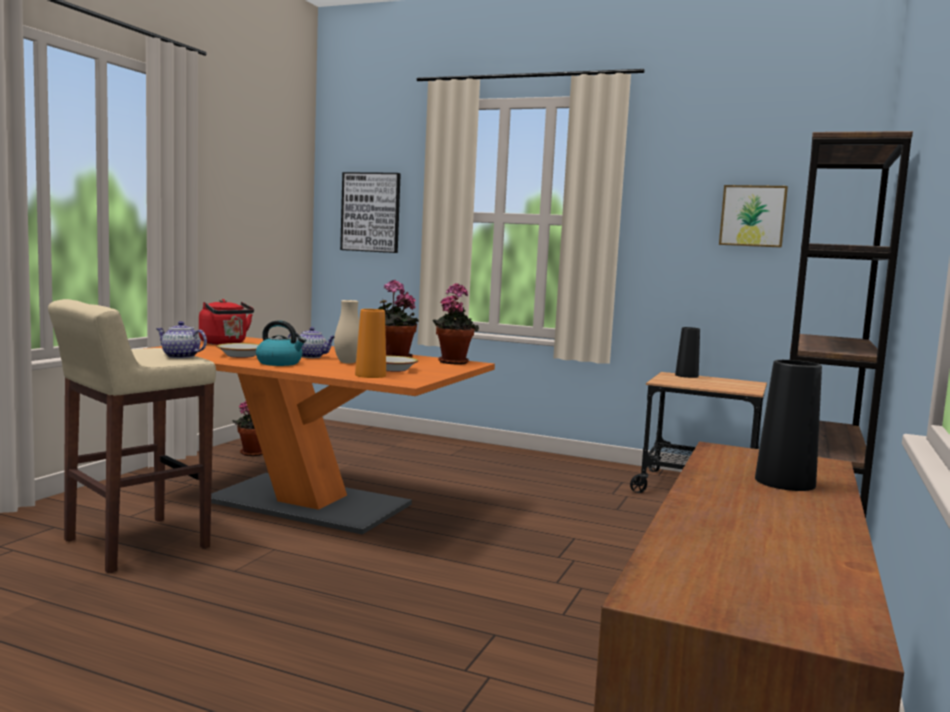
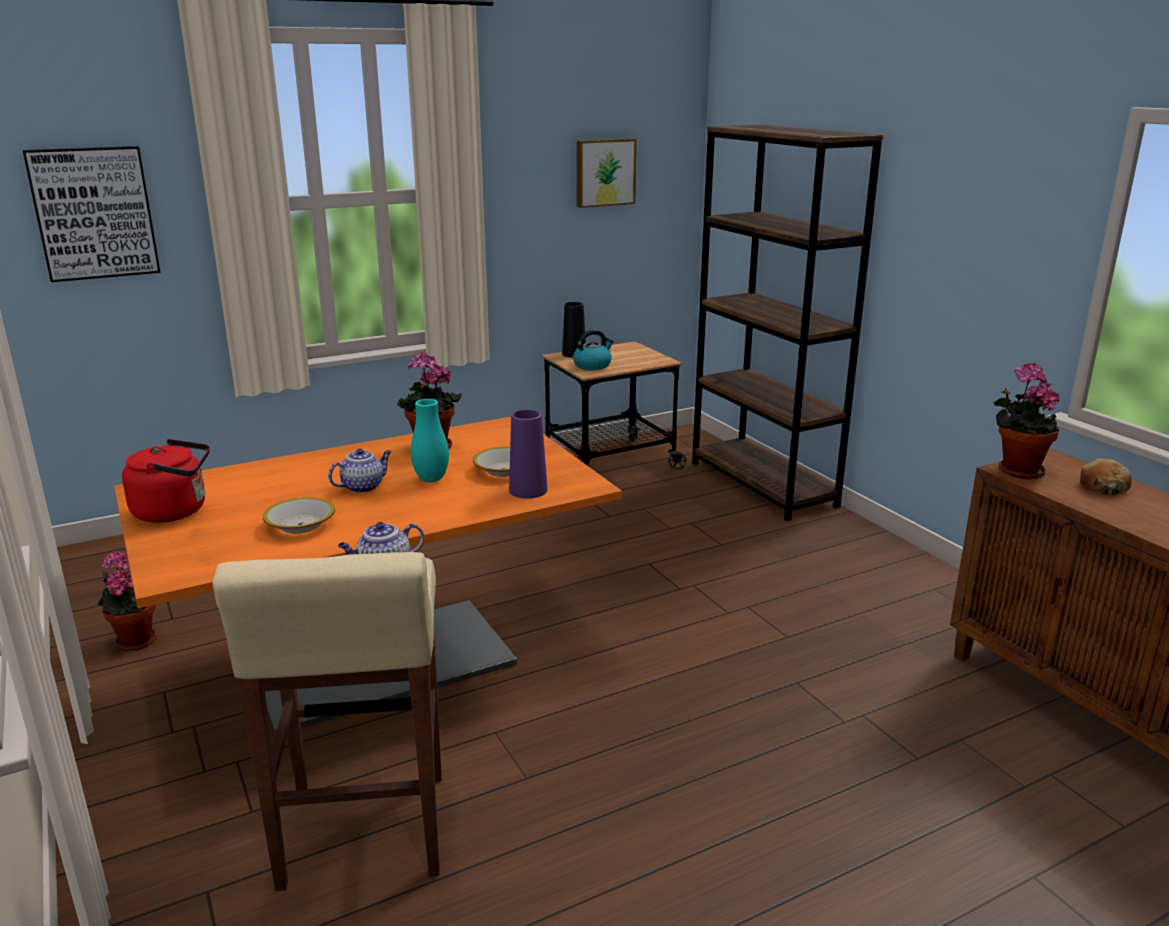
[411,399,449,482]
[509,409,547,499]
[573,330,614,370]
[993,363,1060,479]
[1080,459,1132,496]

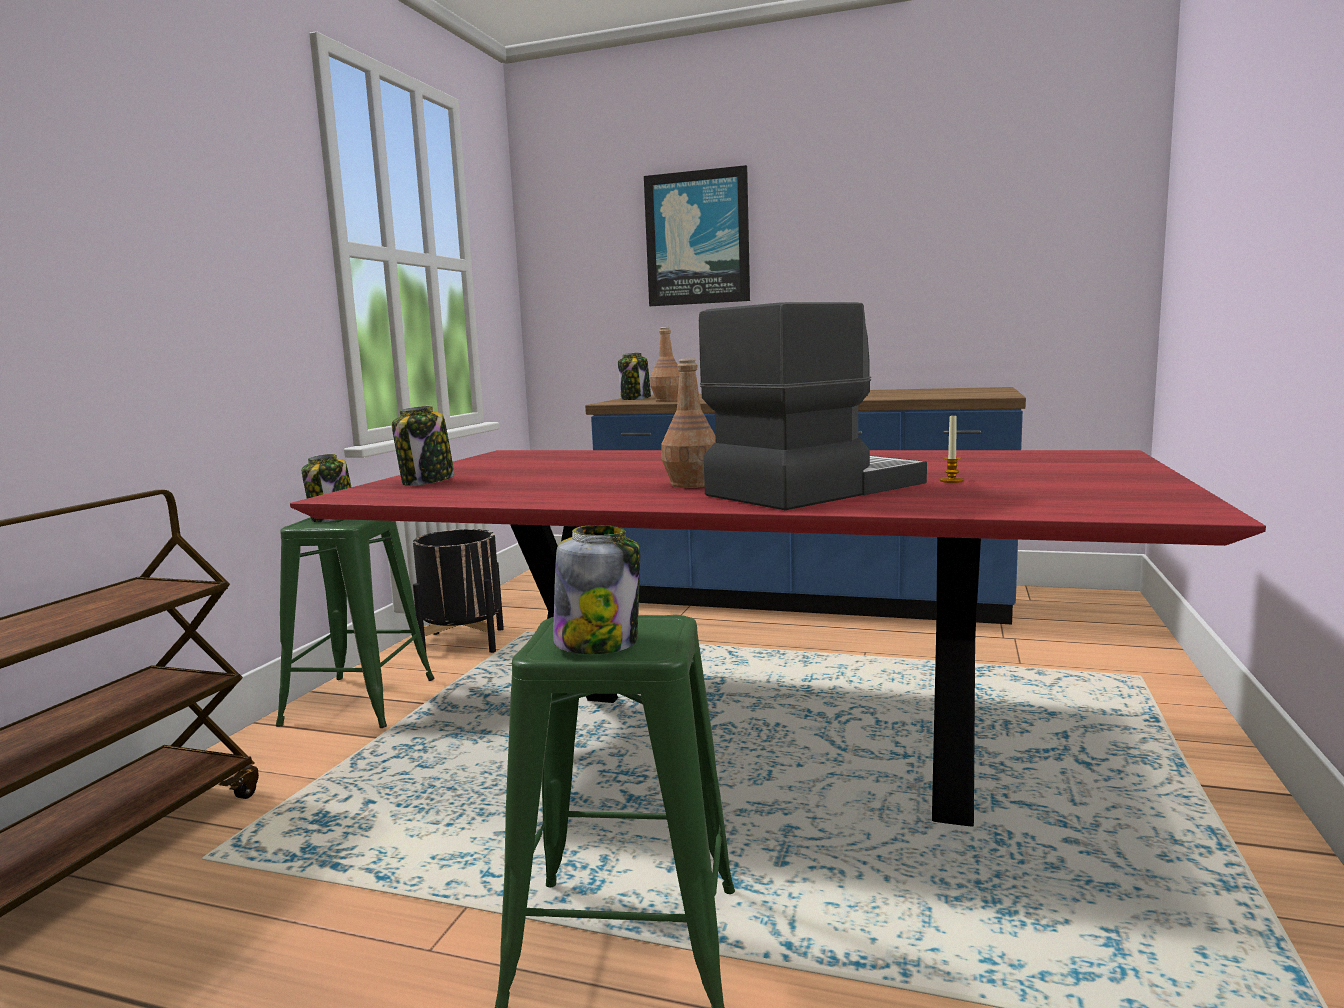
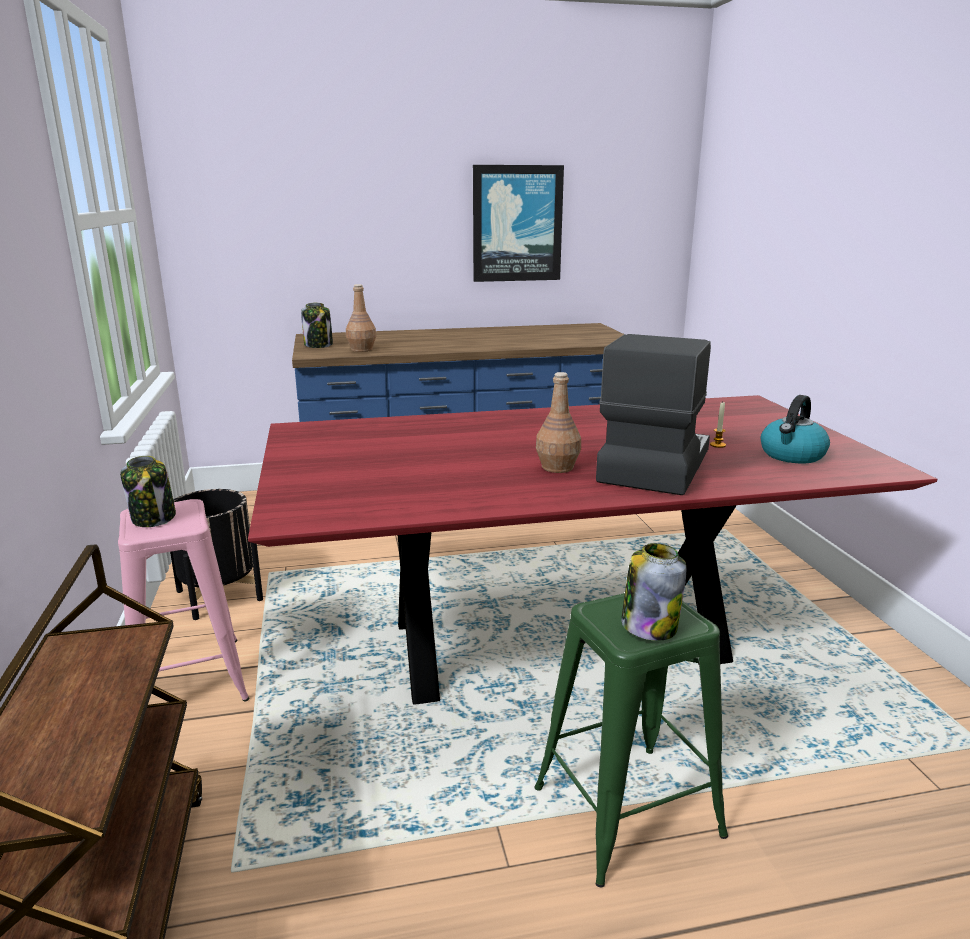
[118,499,249,701]
[473,165,564,282]
[761,395,830,463]
[392,406,454,486] (first image)

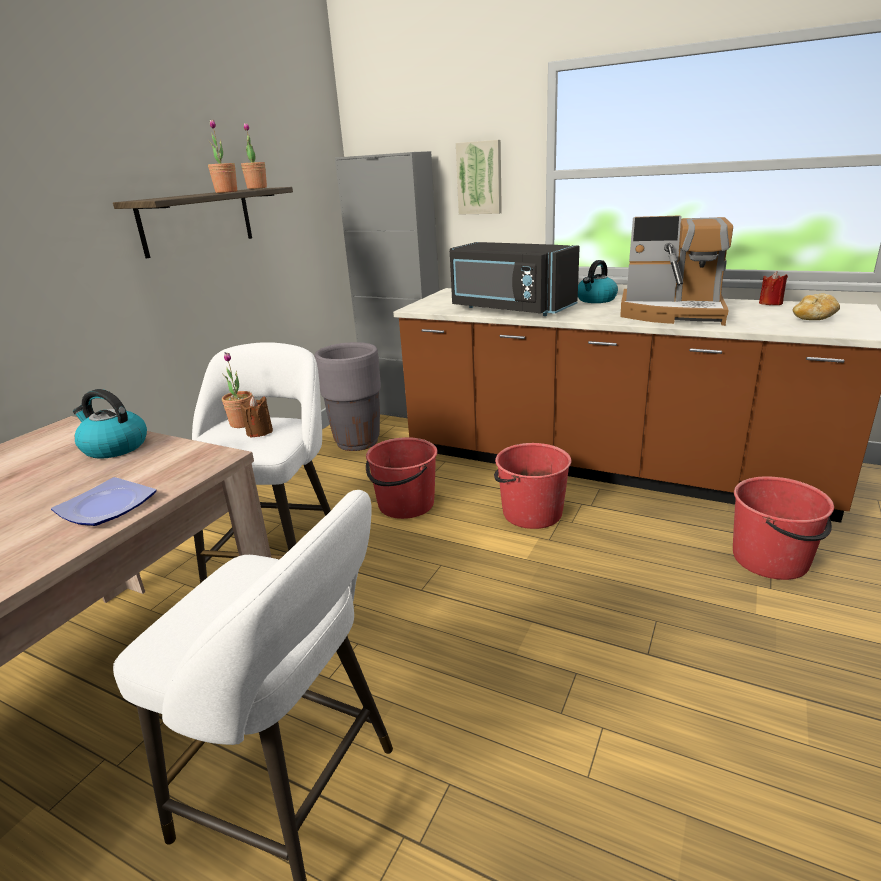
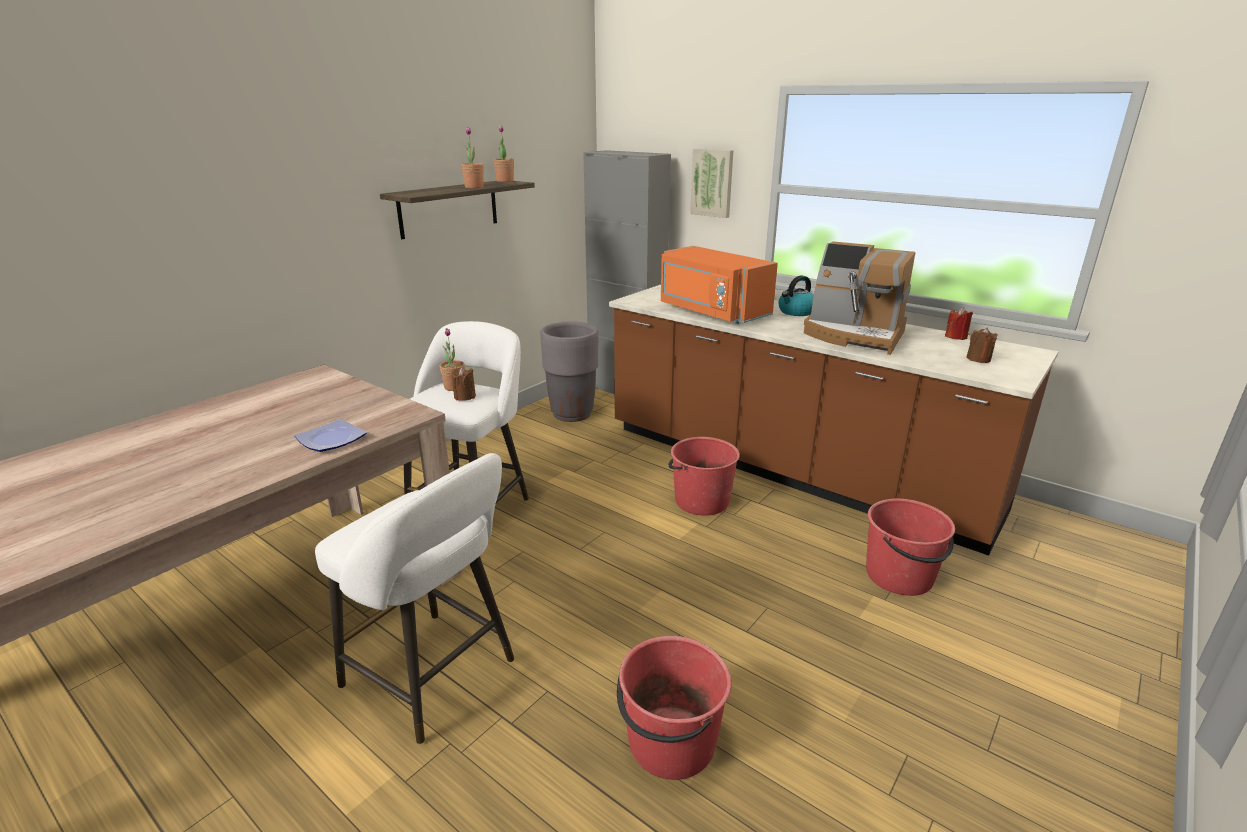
[617,636,732,780]
[661,246,778,324]
[966,328,998,363]
[73,389,147,459] (first image)

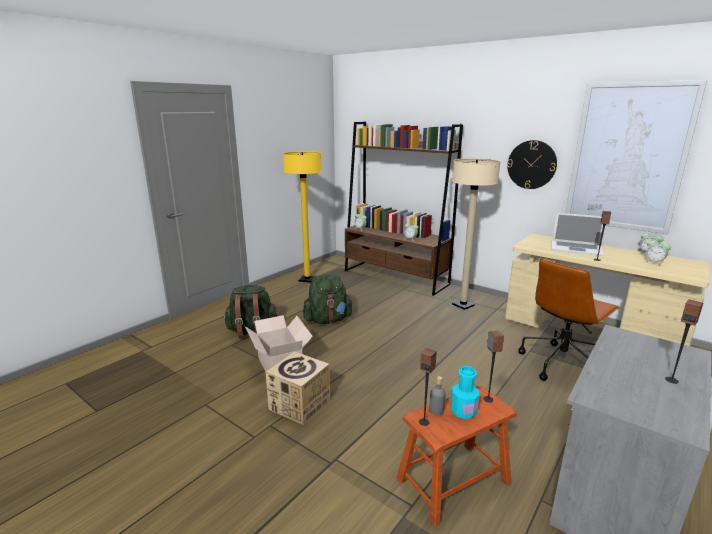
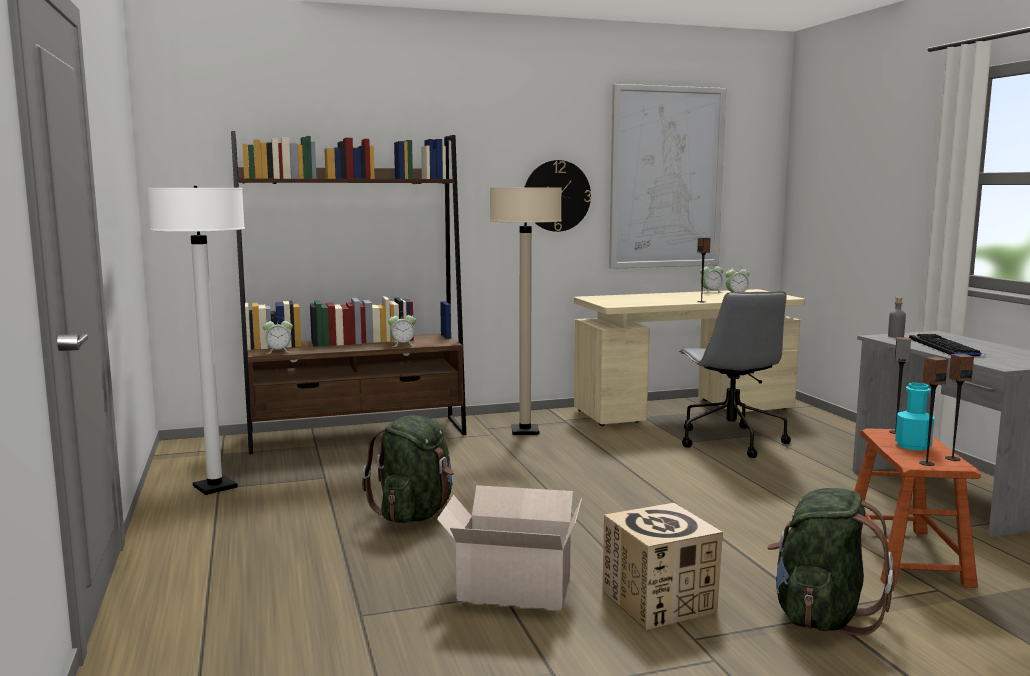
[147,186,245,495]
[679,291,791,458]
[767,488,895,636]
[888,297,906,338]
[909,334,983,356]
[945,354,974,461]
[552,213,604,256] (first image)

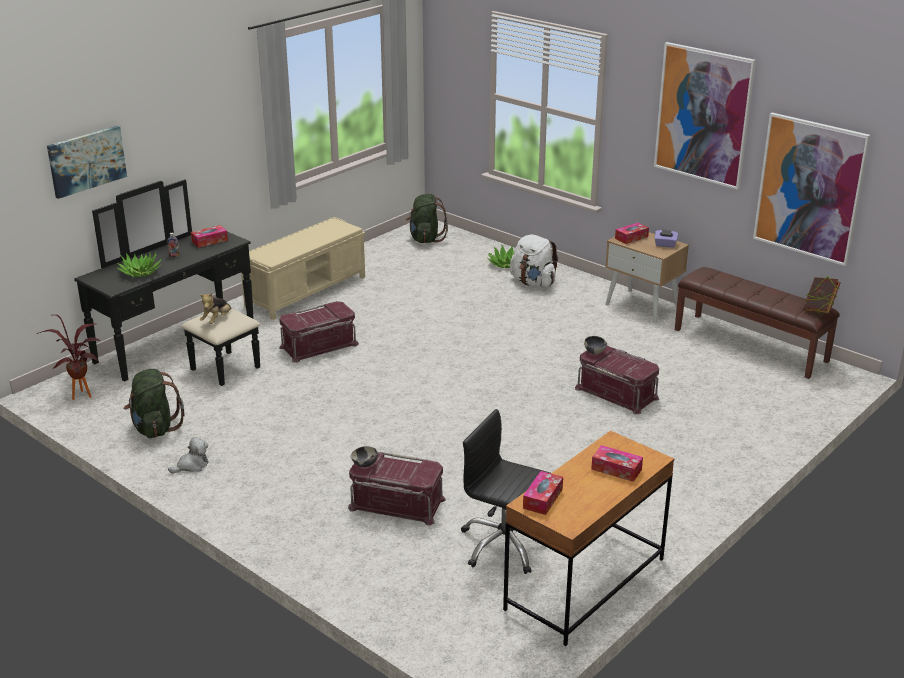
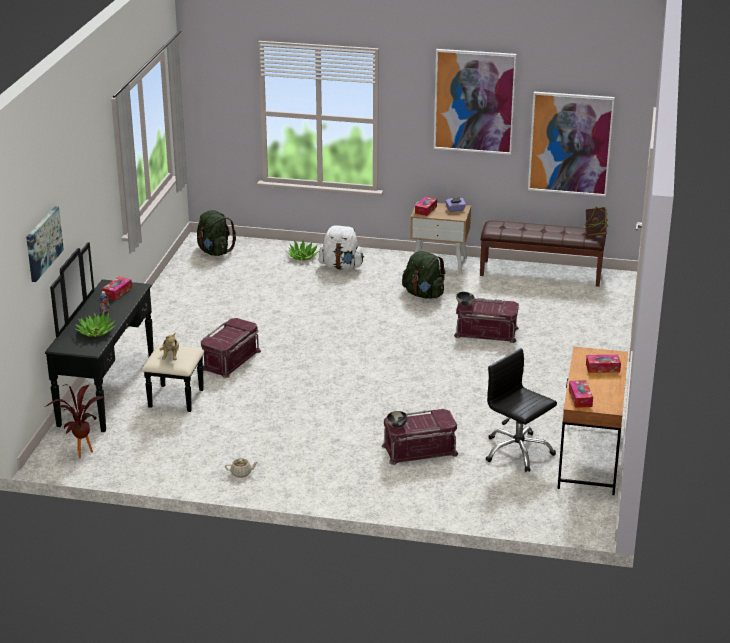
[225,458,258,478]
[402,251,446,299]
[486,348,557,472]
[241,217,365,320] (first image)

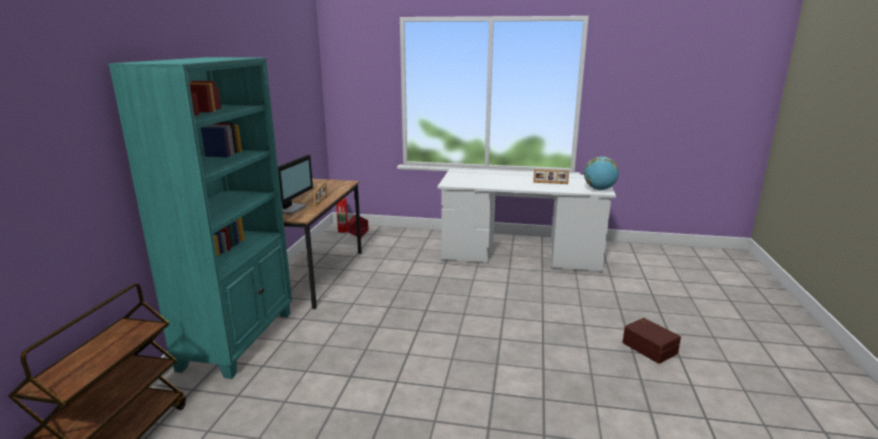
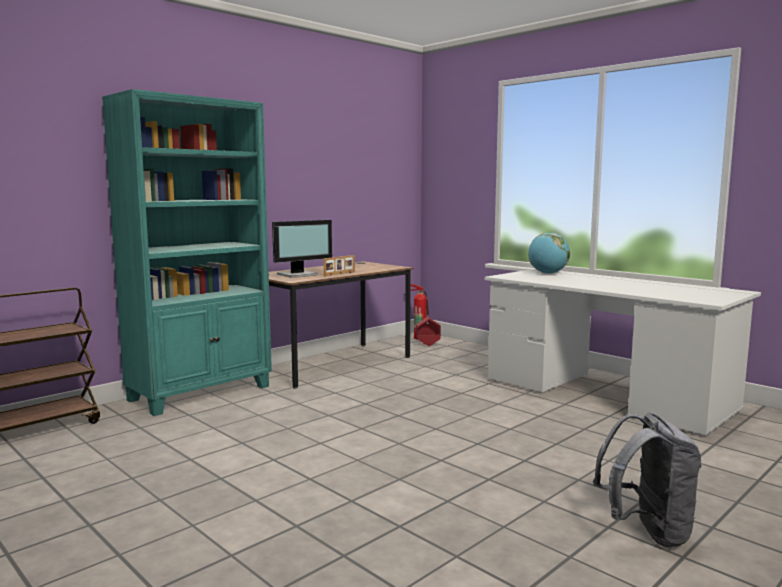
[528,233,570,274]
[593,412,701,548]
[533,169,569,184] (first image)

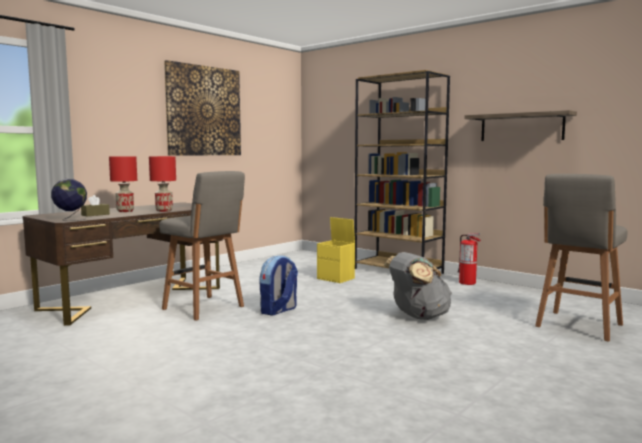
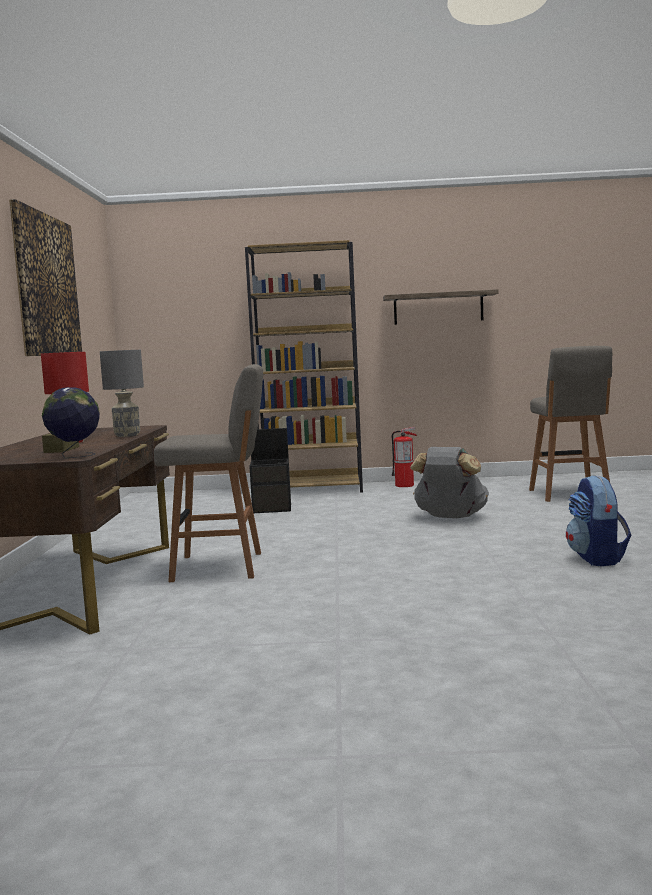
[100,350,144,437]
[249,428,291,513]
[566,475,631,566]

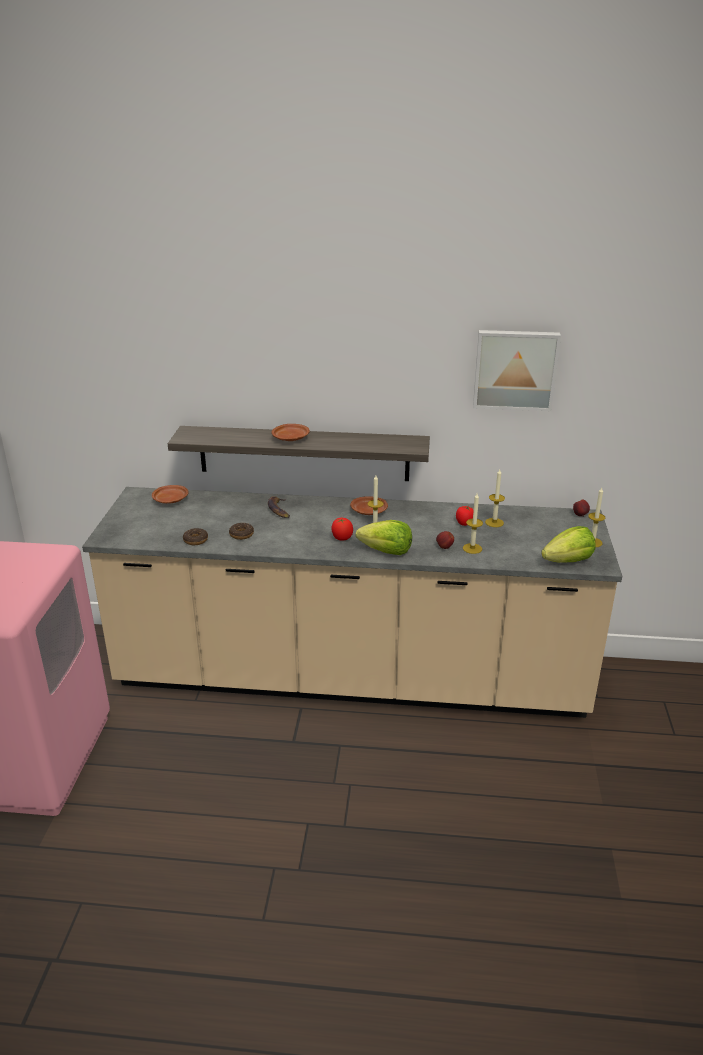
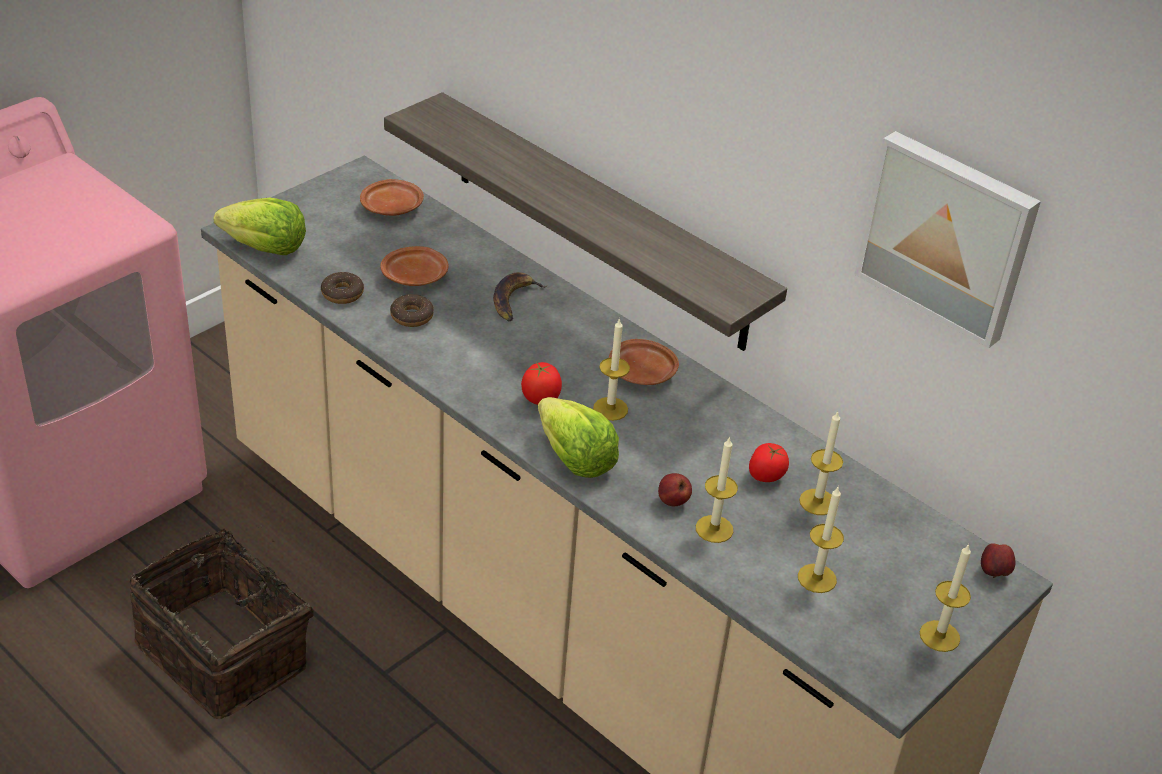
[130,525,314,719]
[213,198,306,255]
[380,246,449,286]
[798,487,844,593]

